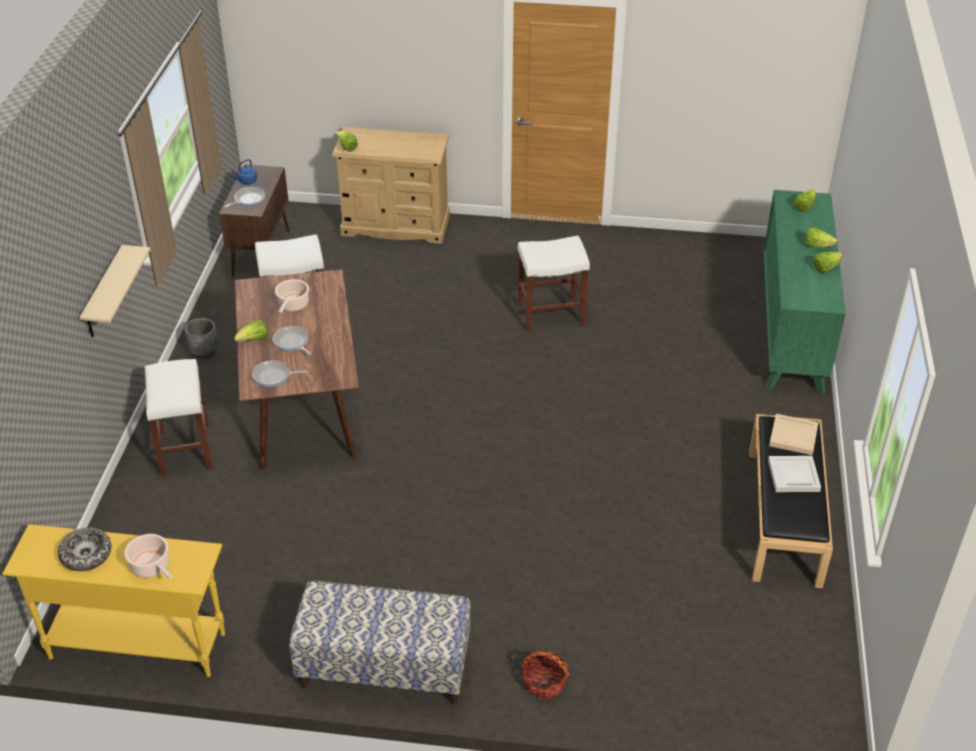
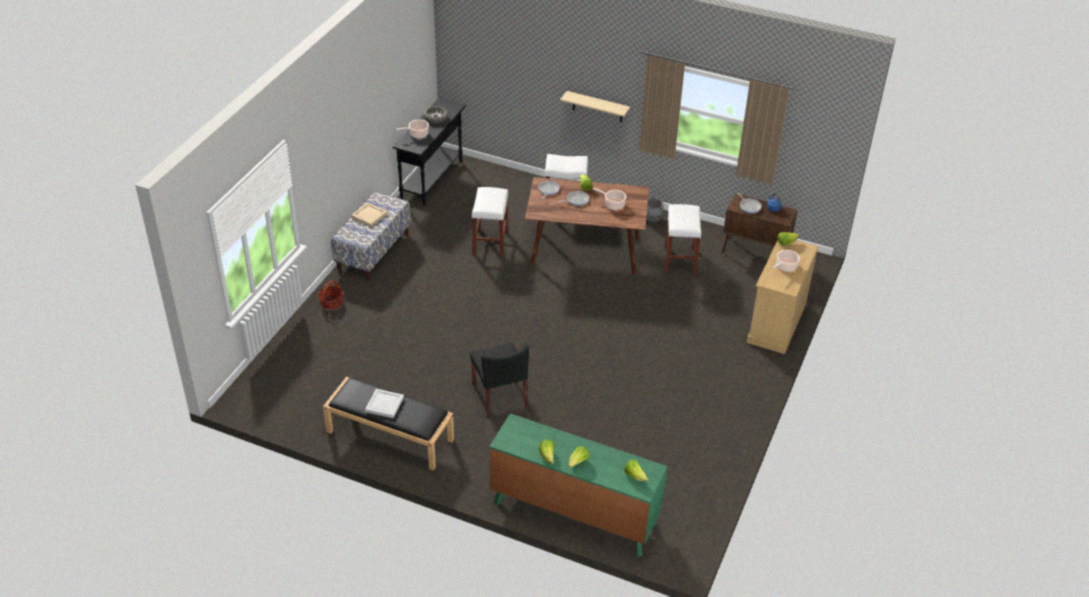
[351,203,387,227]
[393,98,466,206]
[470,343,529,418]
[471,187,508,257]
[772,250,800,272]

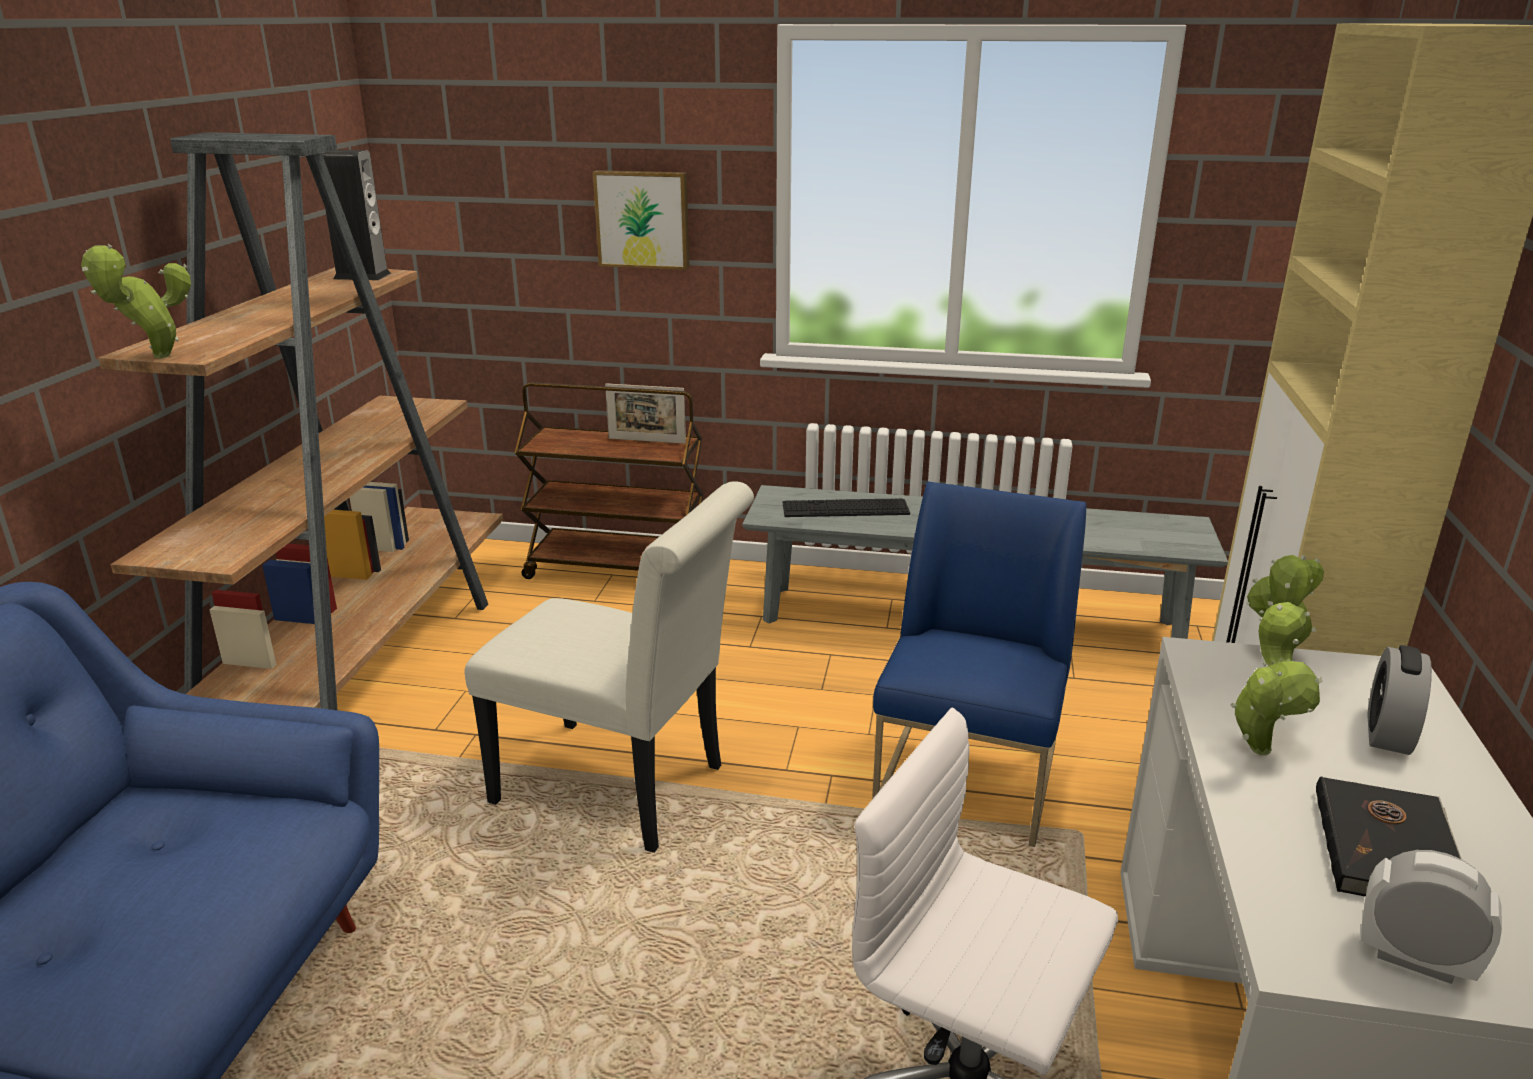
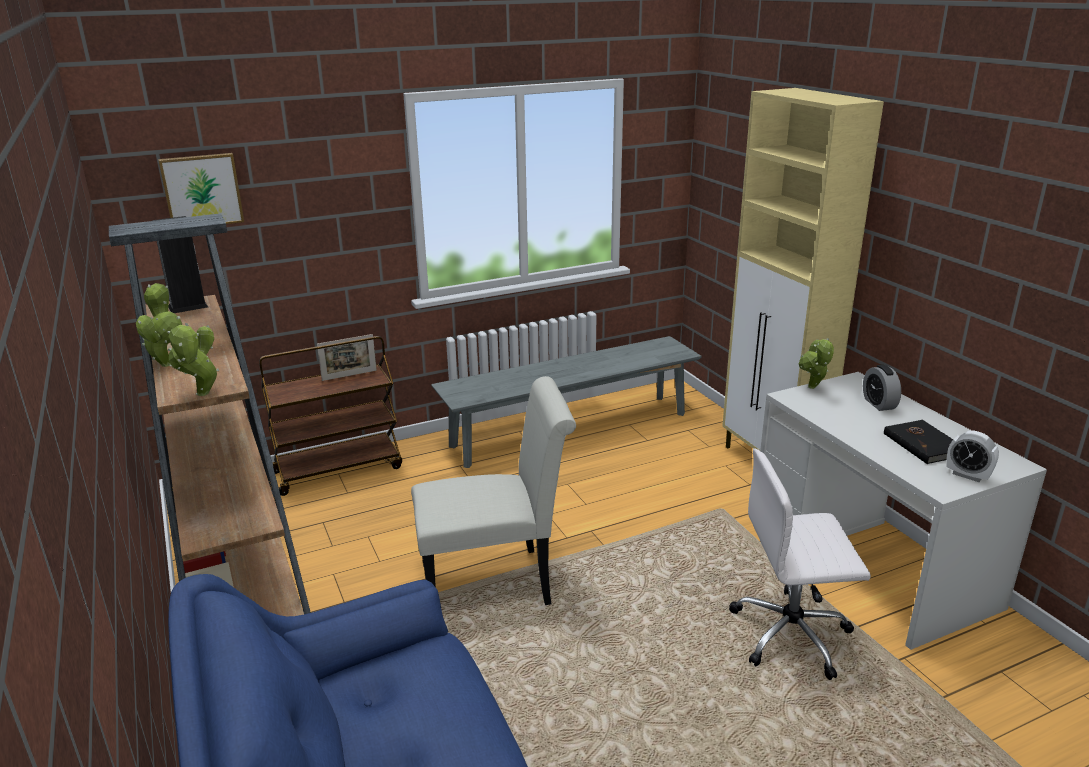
[136,283,182,367]
[158,153,244,224]
[947,430,999,482]
[782,498,910,517] (first image)
[872,482,1086,847] (first image)

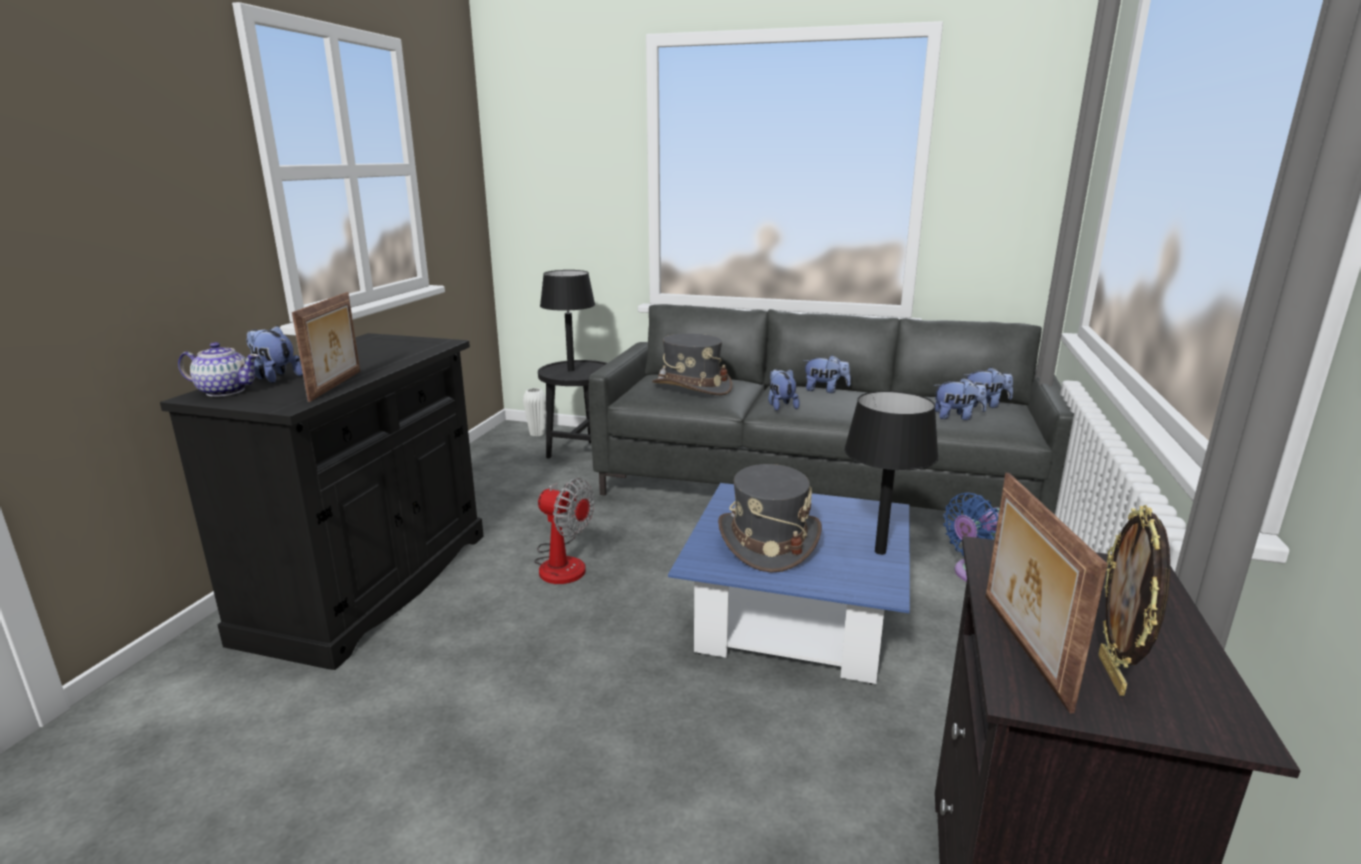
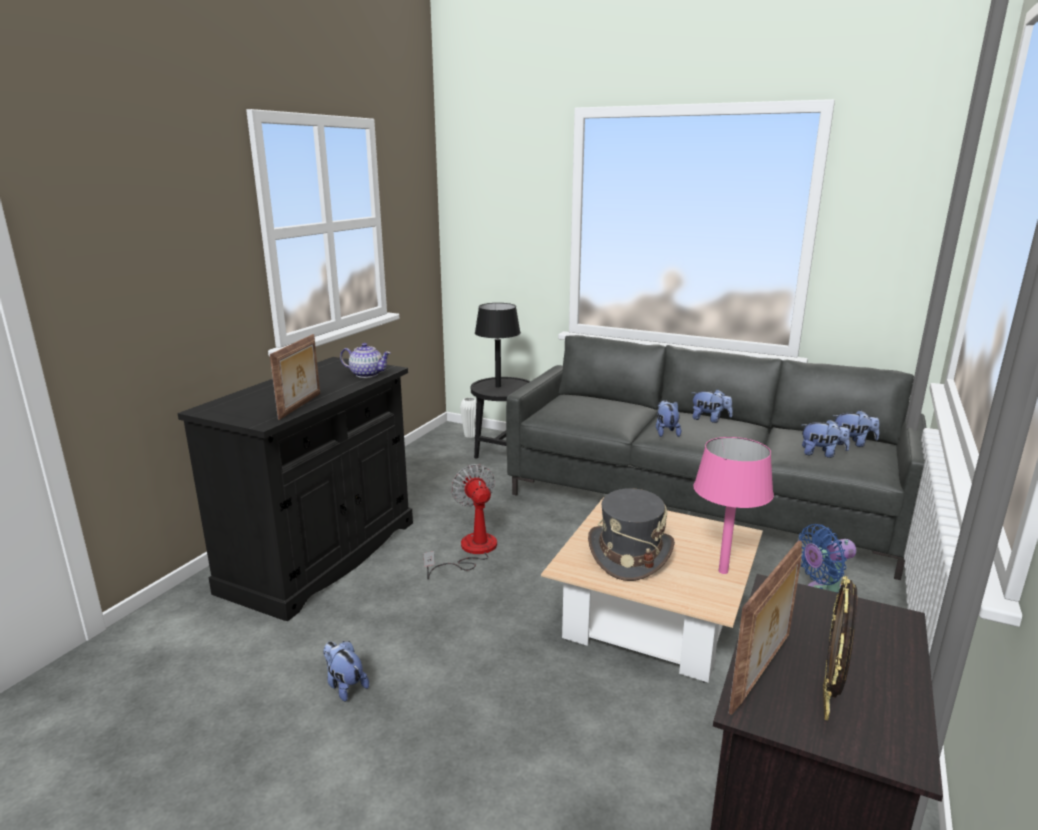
[323,641,369,702]
[340,343,391,378]
[424,464,497,580]
[541,497,763,683]
[693,437,774,574]
[729,540,802,715]
[652,333,732,395] (first image)

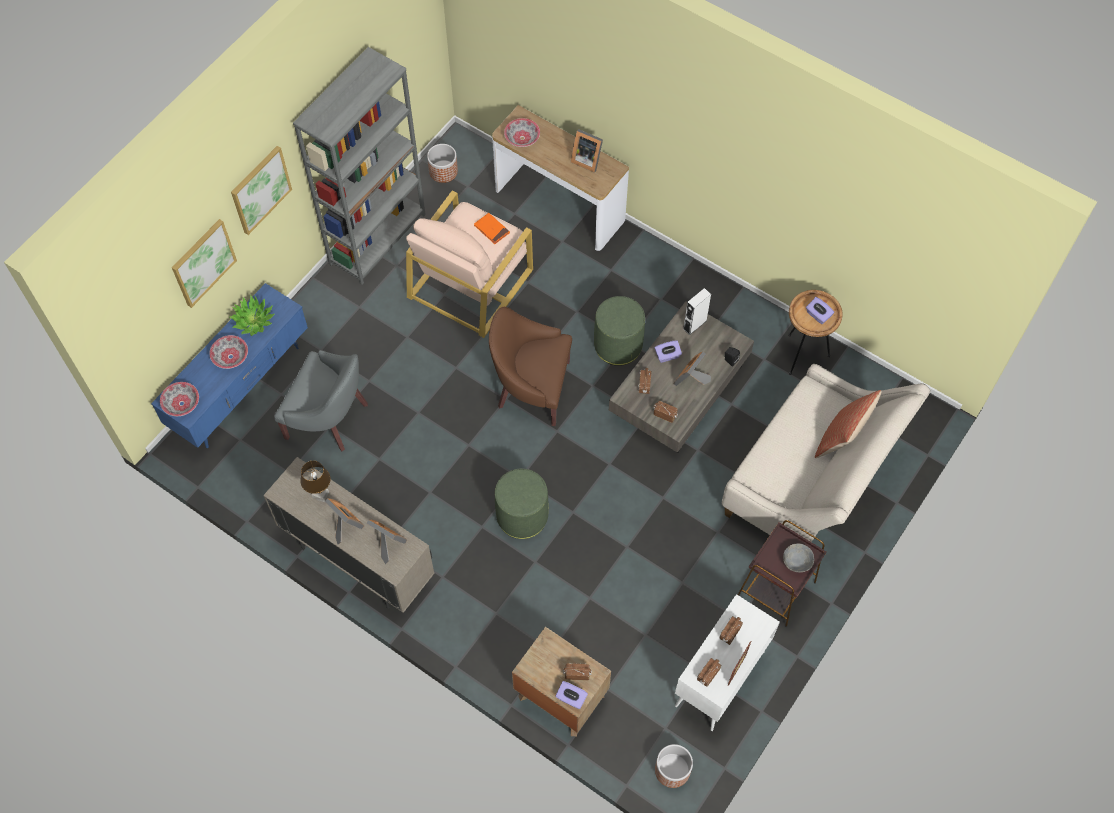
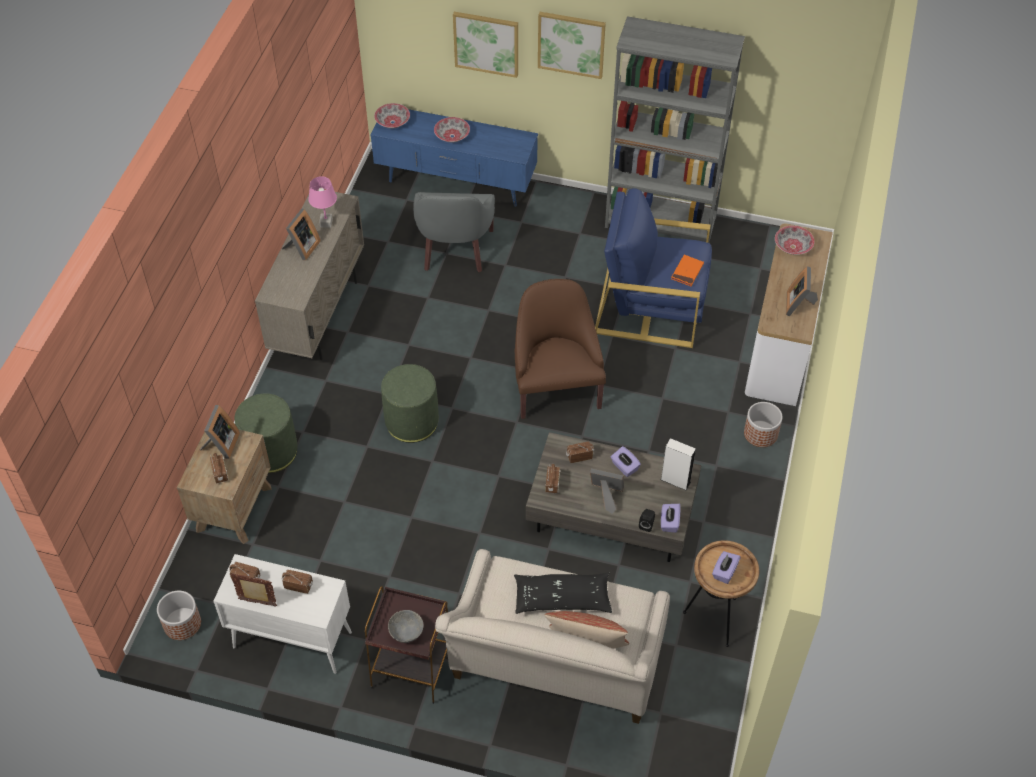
[200,405,240,459]
[235,393,298,473]
[308,176,337,228]
[514,573,612,614]
[595,188,712,348]
[661,504,681,533]
[744,402,782,447]
[230,295,274,336] (first image)

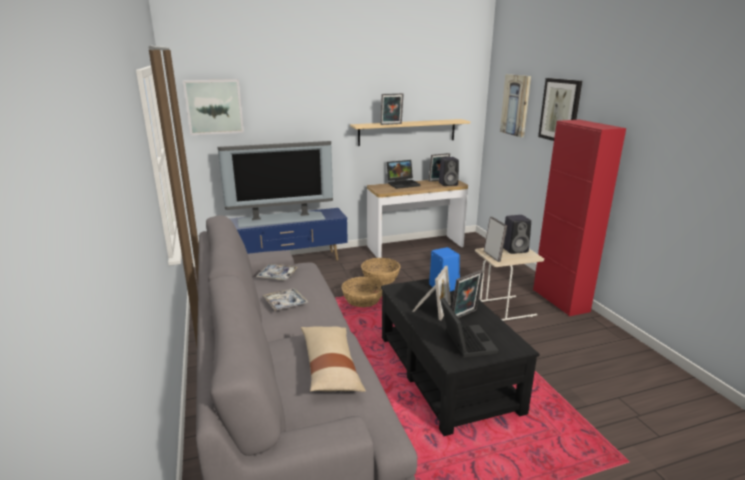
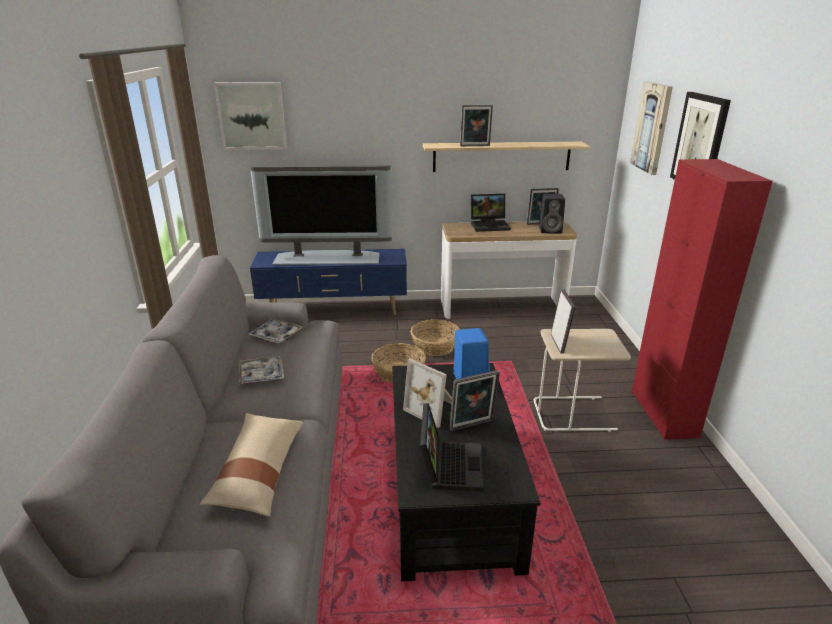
[403,359,452,428]
[503,215,531,254] (first image)

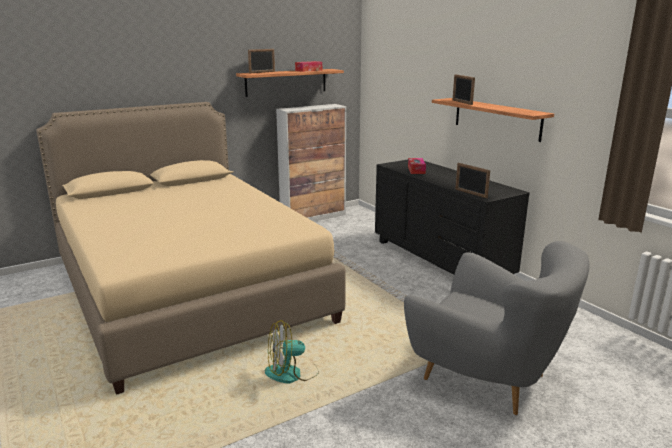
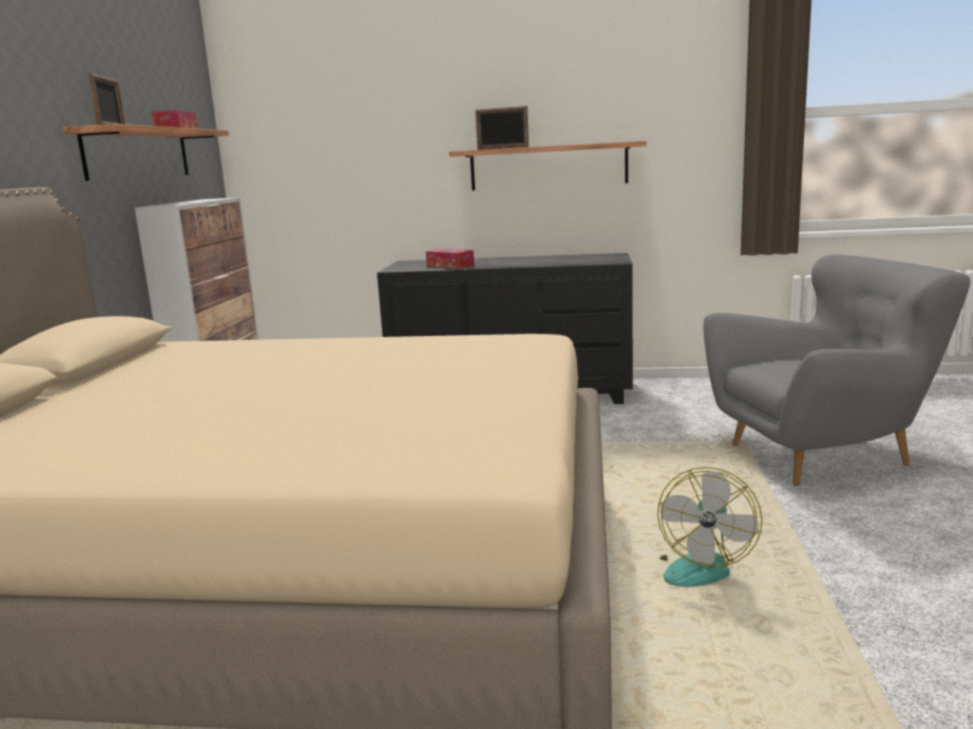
[455,163,490,198] (first image)

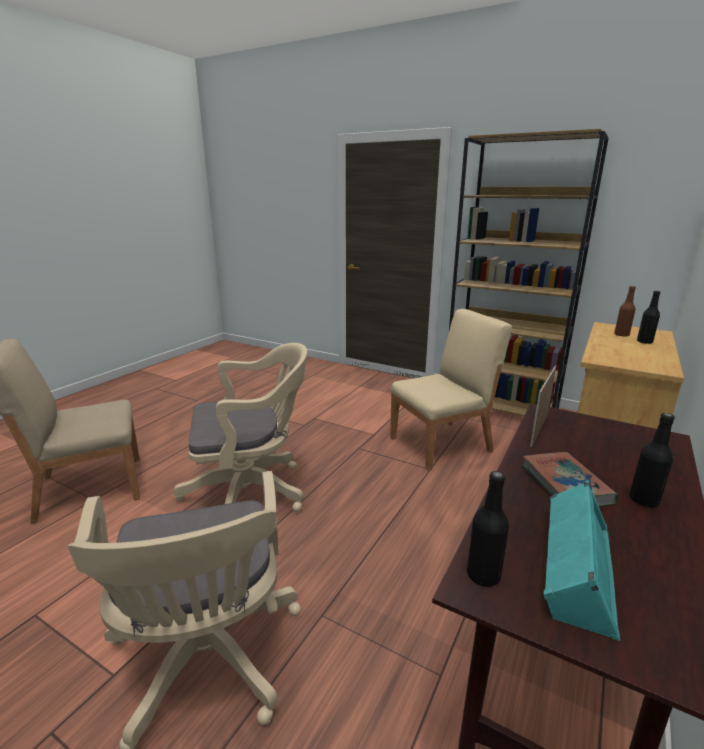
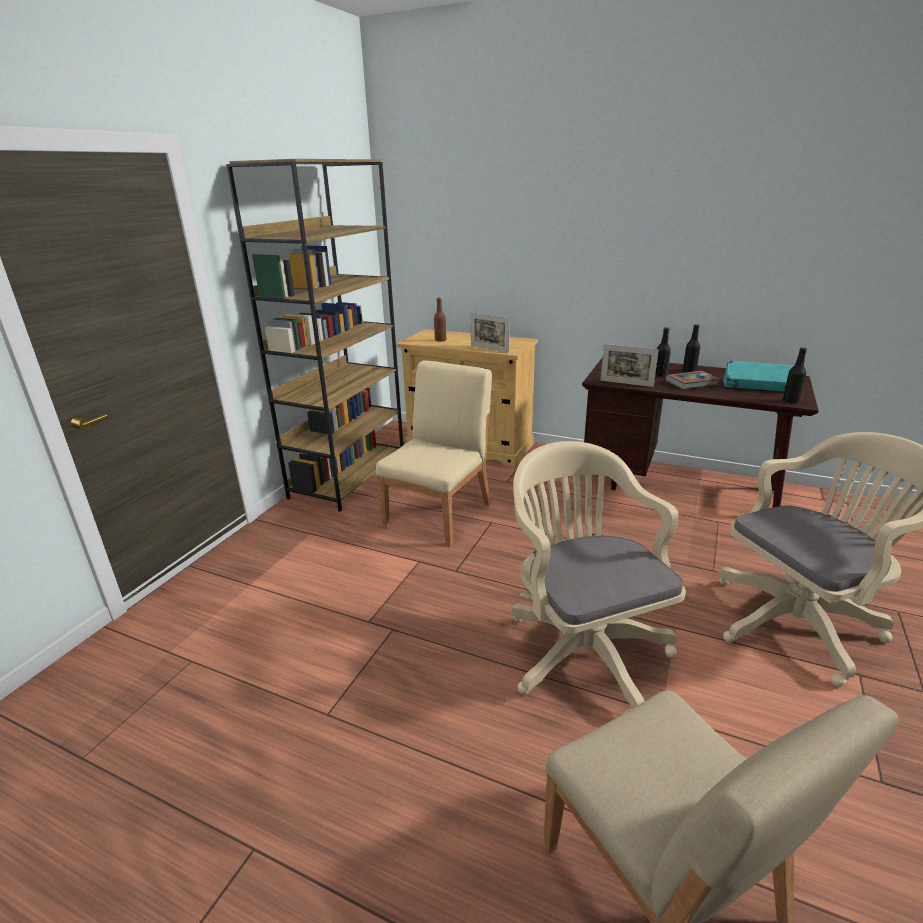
[376,361,492,547]
[470,313,510,353]
[655,327,671,377]

